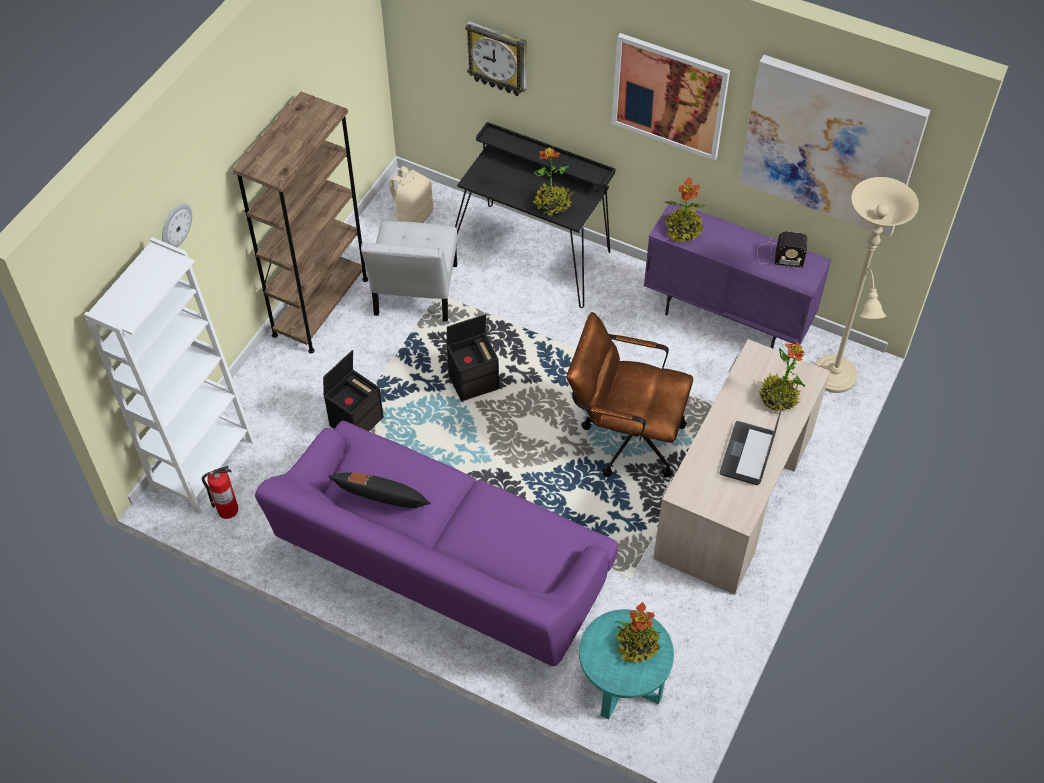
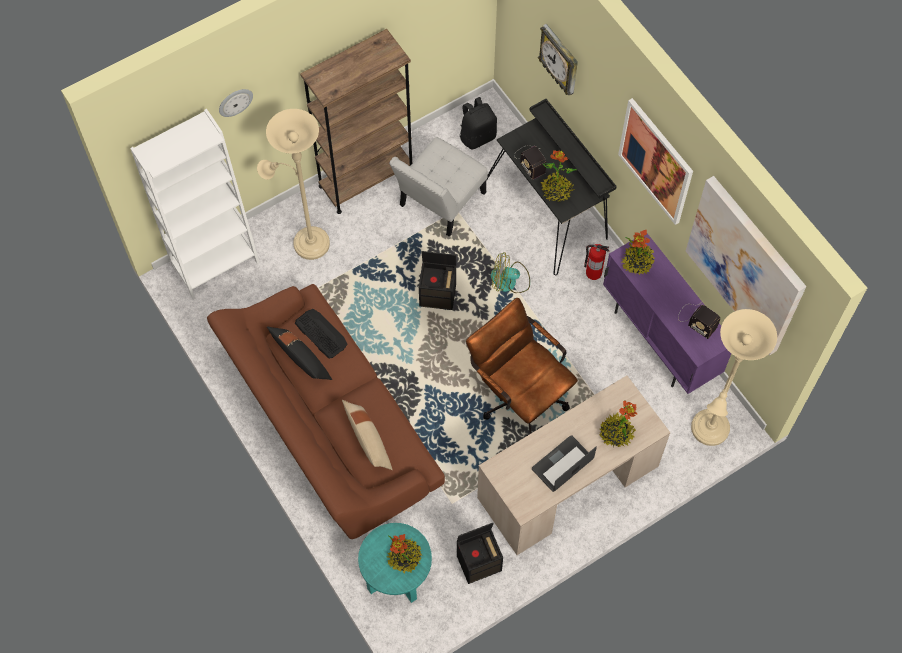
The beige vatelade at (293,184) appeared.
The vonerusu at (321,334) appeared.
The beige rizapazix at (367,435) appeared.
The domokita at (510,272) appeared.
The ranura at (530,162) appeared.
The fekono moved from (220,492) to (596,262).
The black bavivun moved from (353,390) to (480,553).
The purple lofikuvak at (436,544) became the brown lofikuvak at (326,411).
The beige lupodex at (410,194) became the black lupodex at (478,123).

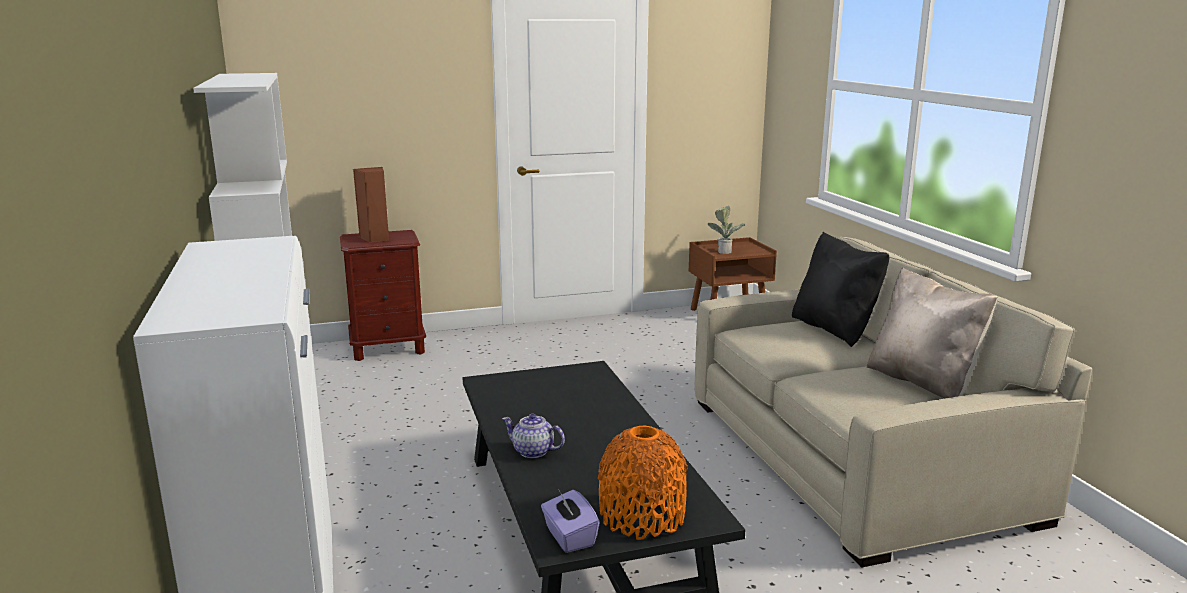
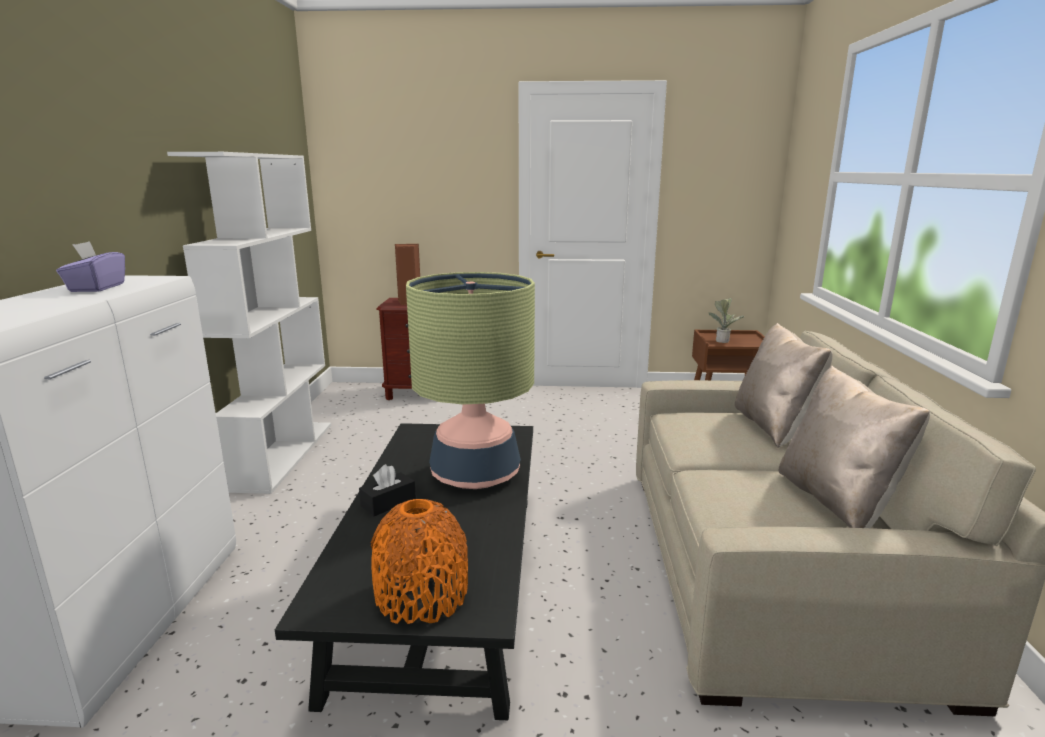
The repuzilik at (470,380) appeared.
The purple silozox moved from (570,521) to (90,266).
The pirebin at (533,435) was replaced by the black silozox at (387,490).
The black rizapazix at (840,289) became the beige rizapazix at (784,385).

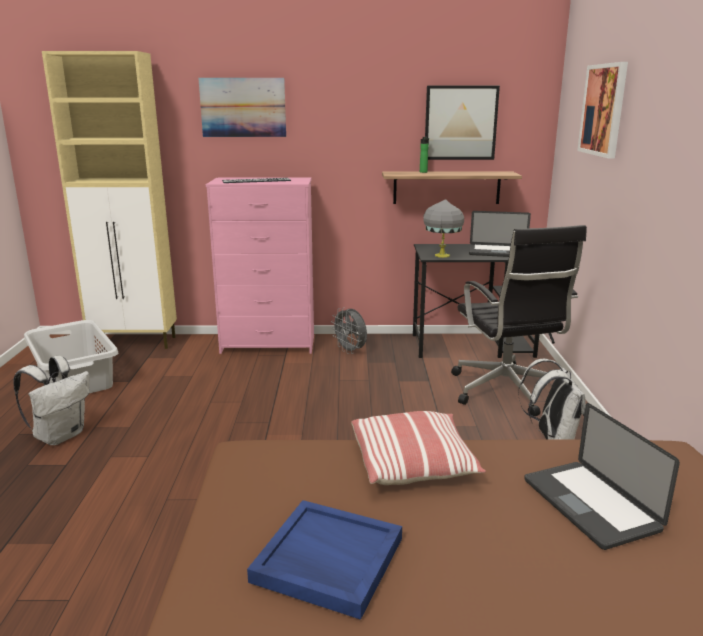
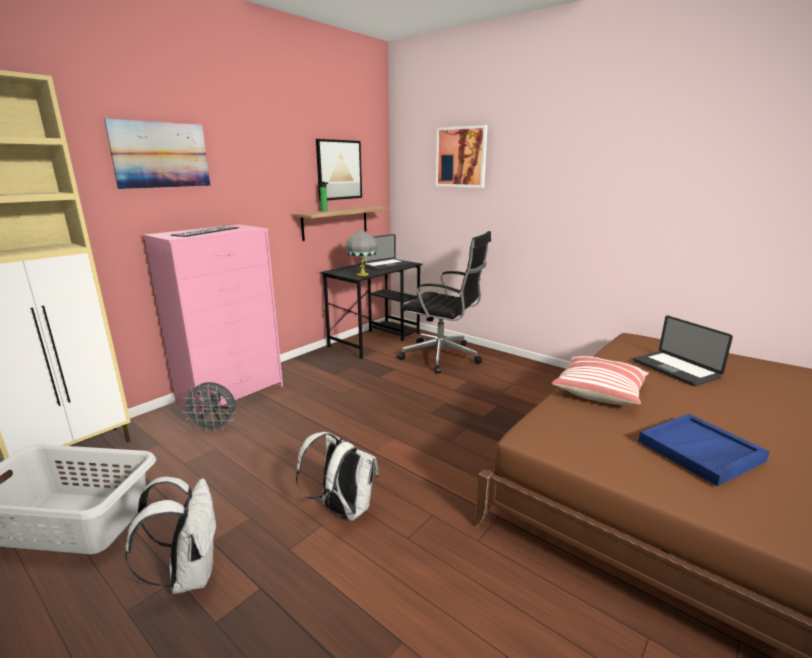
The grey domokita moved from (349,331) to (208,407).
The white lupodex moved from (552,399) to (337,476).
The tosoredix at (602,476) turned 45 degrees clockwise.

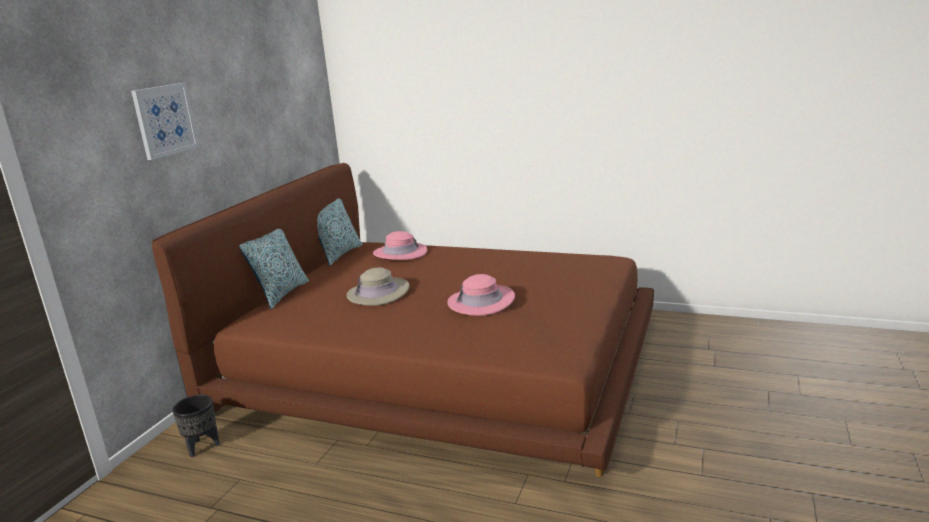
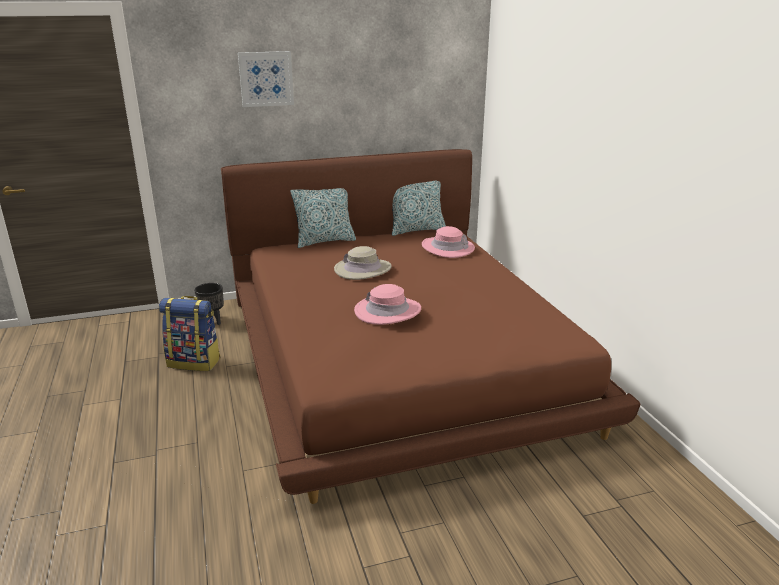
The lupodex at (190,333) appeared.

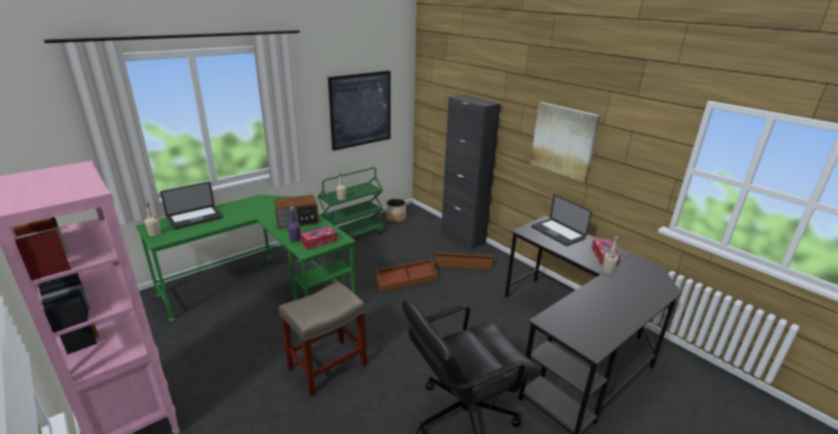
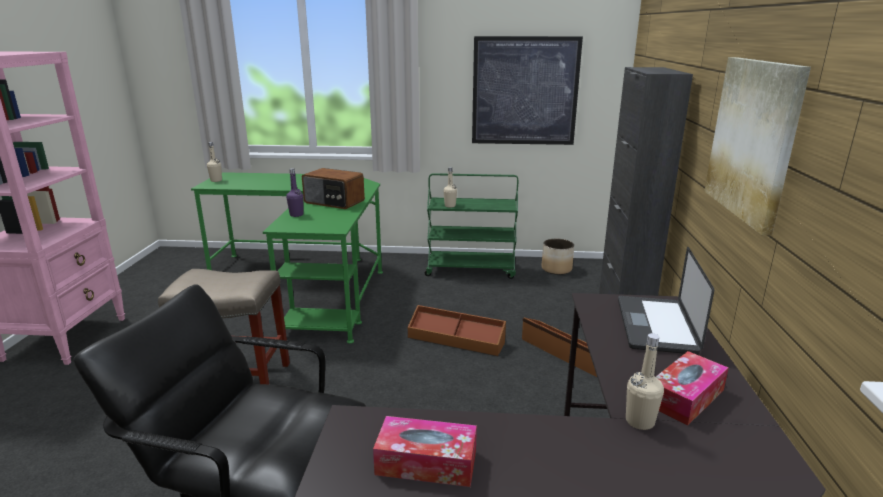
The tosoredix at (191,206) disappeared.
The silozox moved from (319,238) to (425,451).

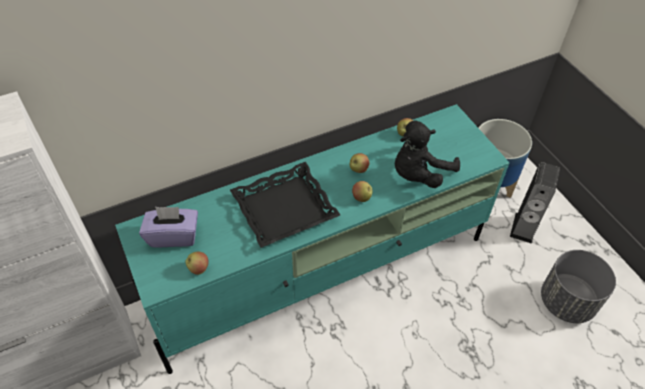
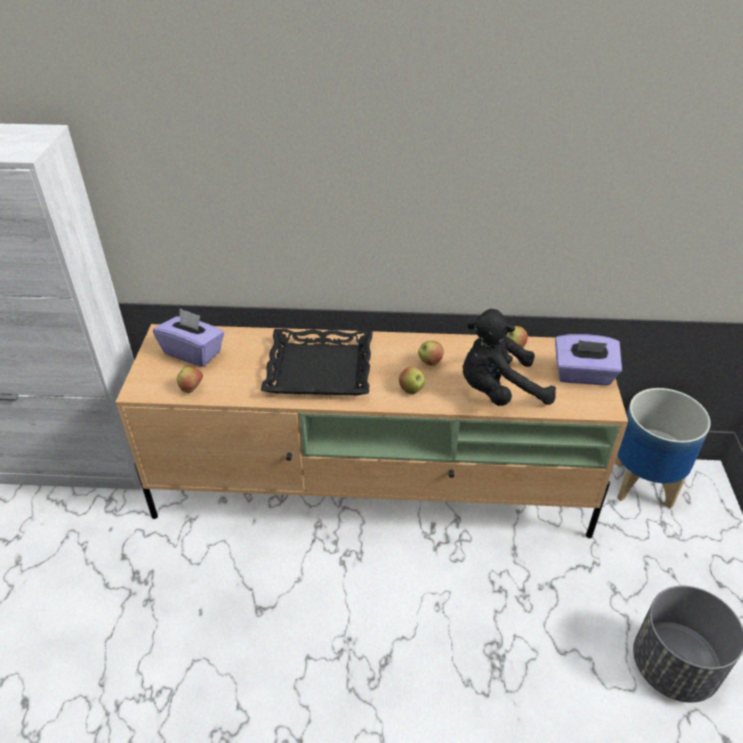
The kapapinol at (535,203) disappeared.
The purple silozox at (588,359) appeared.
The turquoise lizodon at (312,239) became the beige lizodon at (371,431).

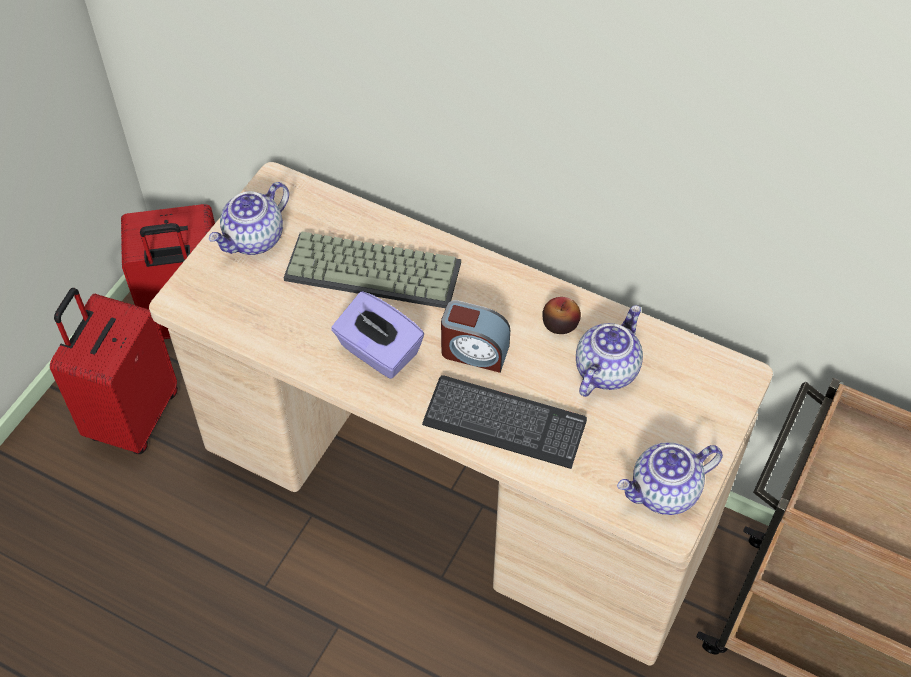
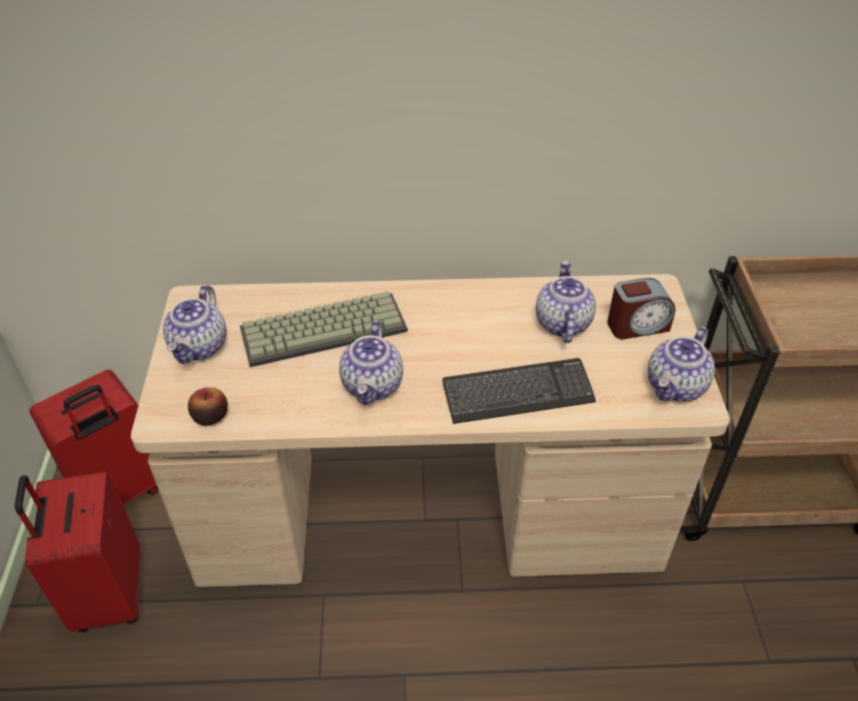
The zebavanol moved from (475,336) to (641,308).
The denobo moved from (561,315) to (208,406).
The purple silozox at (377,335) was replaced by the pirebin at (371,363).

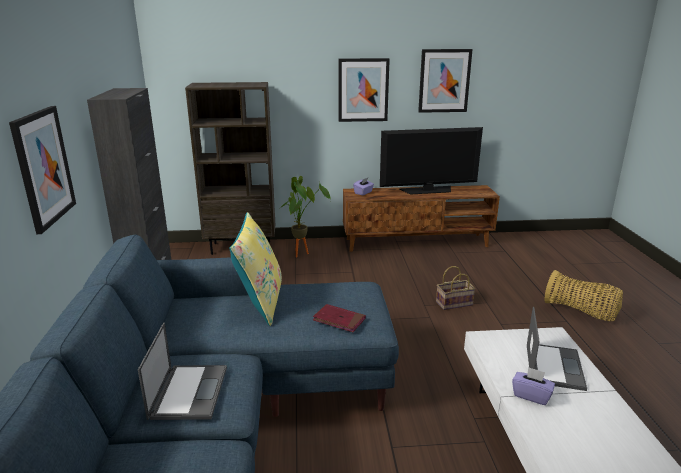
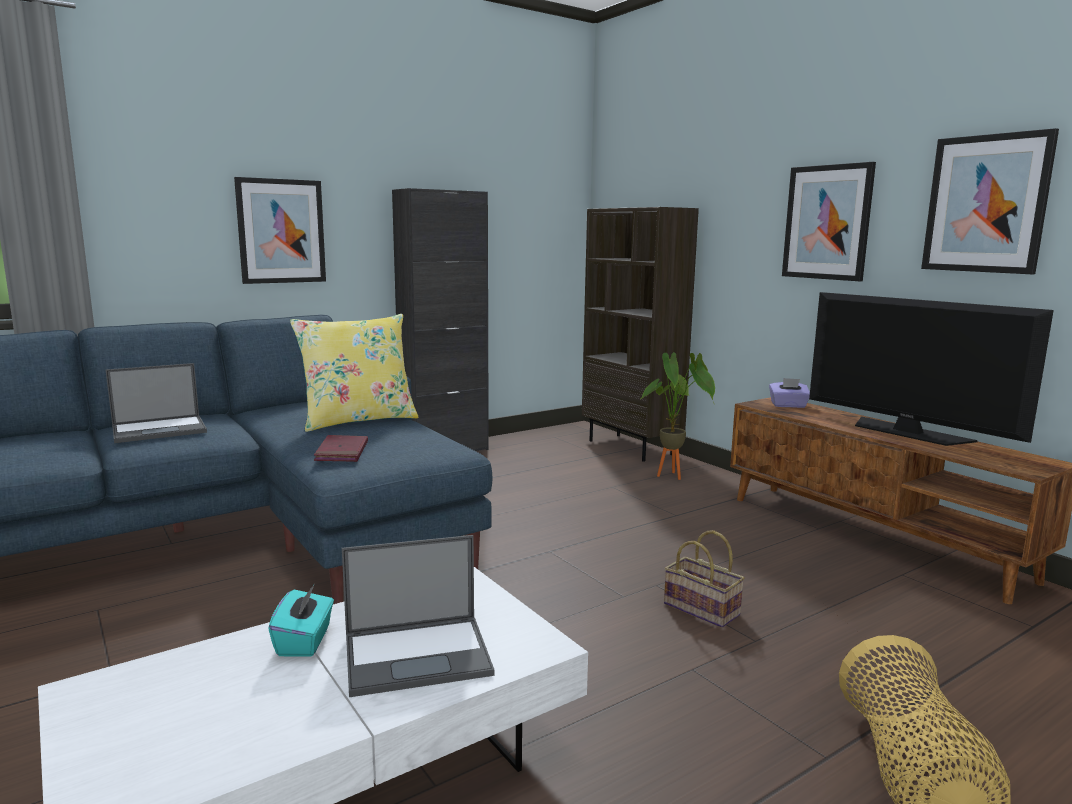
The purple silozox at (533,386) became the turquoise silozox at (301,620).

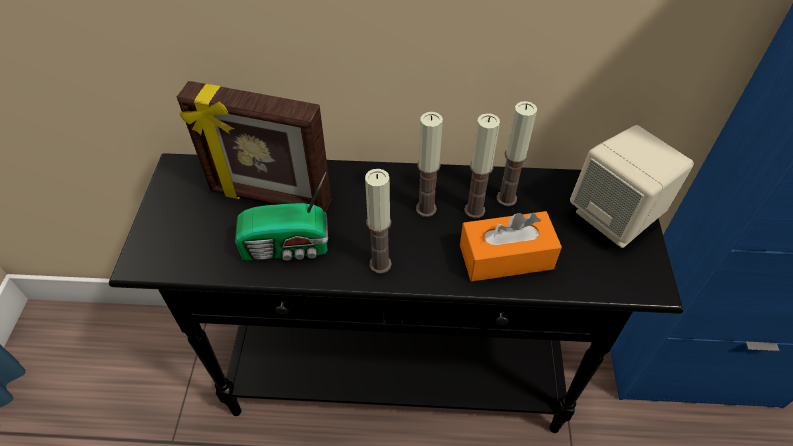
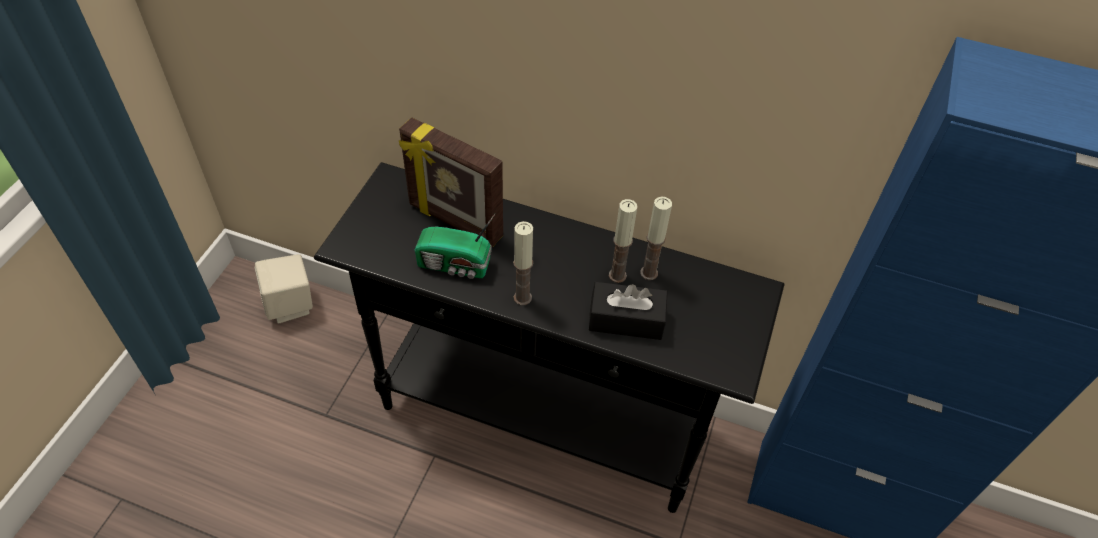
The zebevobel at (429,164) disappeared.
The beige kapapinol moved from (632,186) to (283,289).
The orange silozox at (511,246) became the black silozox at (628,311).

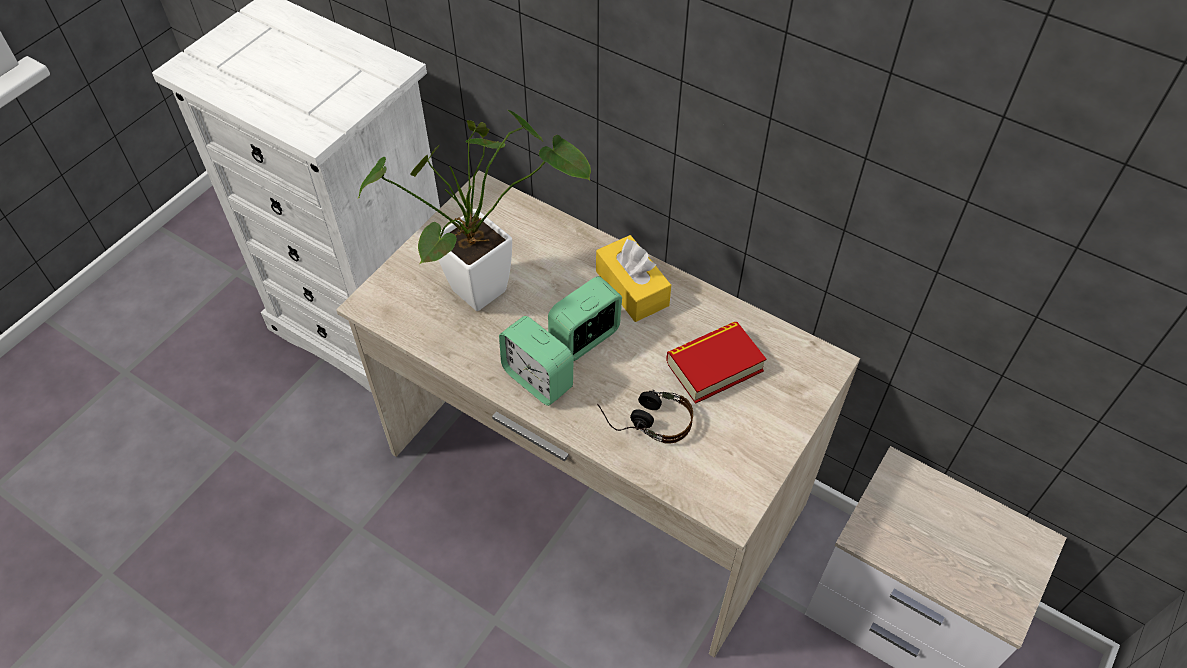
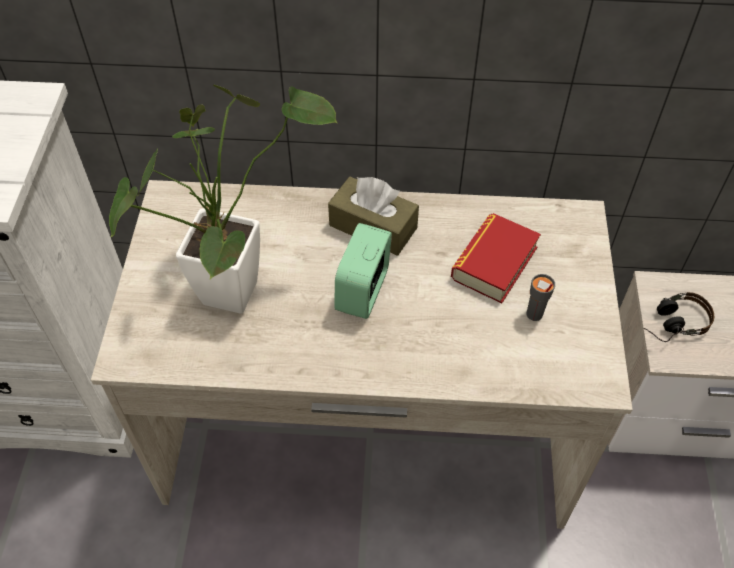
The zebavanol at (536,361) disappeared.
The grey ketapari at (541,297) appeared.
The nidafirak moved from (645,417) to (678,317).
The yellow silozox at (633,278) became the brown silozox at (373,216).

